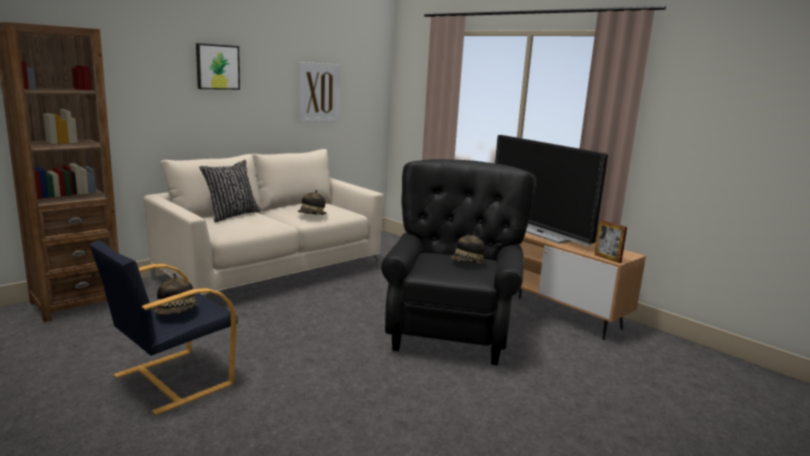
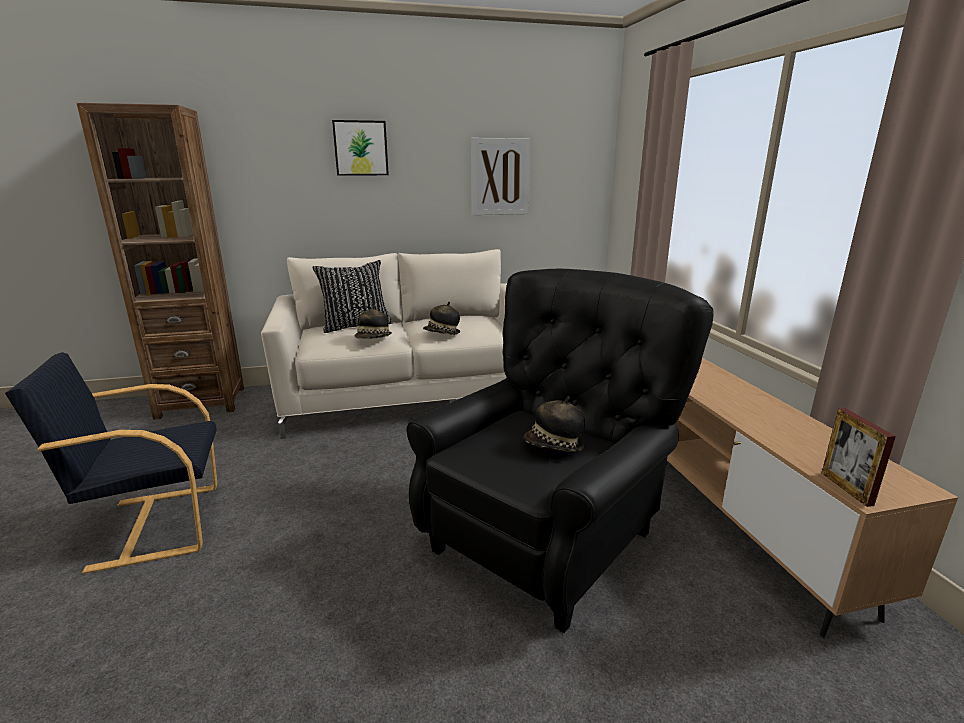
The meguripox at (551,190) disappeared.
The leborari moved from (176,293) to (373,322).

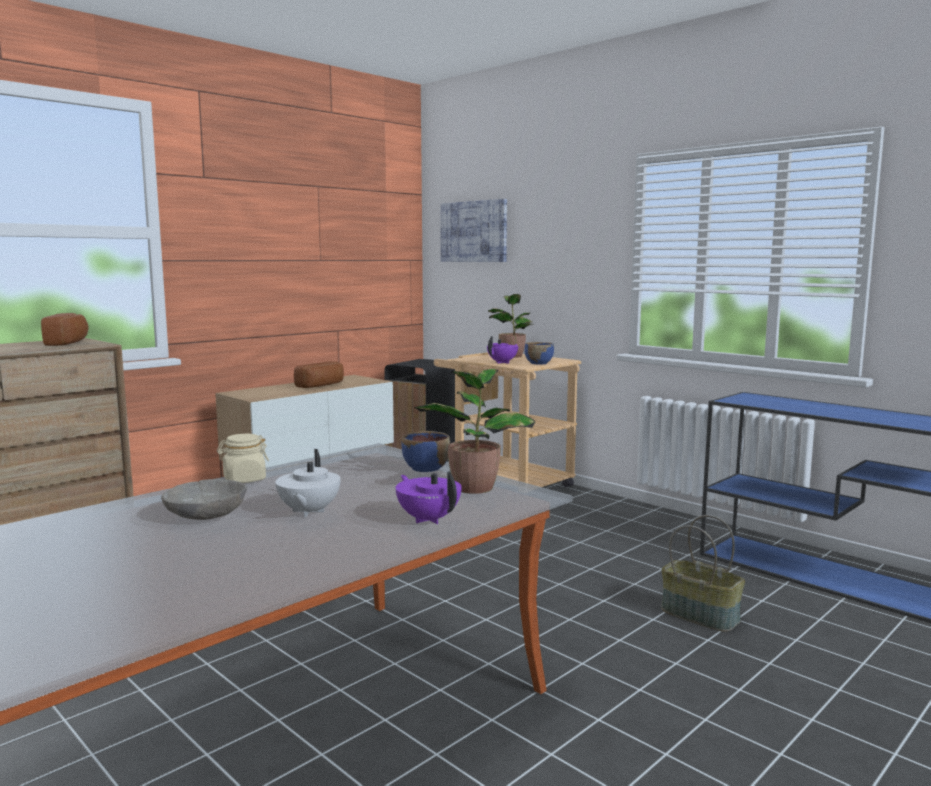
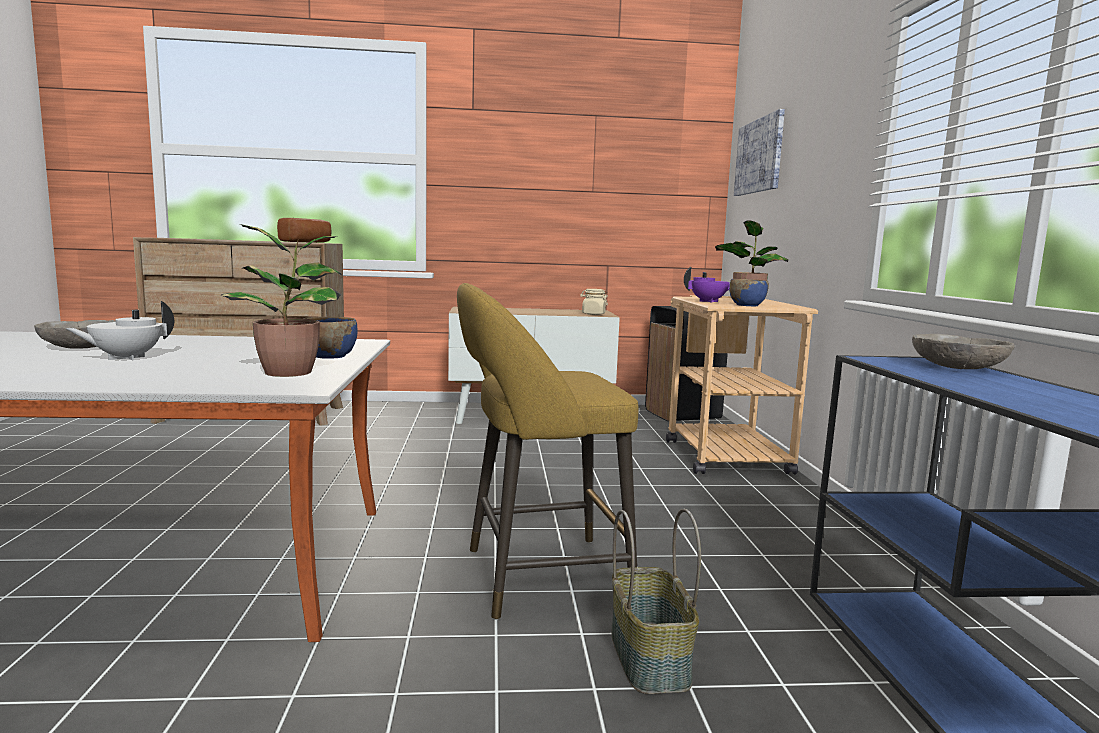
The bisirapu at (319,374) disappeared.
The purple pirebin at (429,497) disappeared.
The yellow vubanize at (548,451) appeared.
The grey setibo at (963,351) appeared.
The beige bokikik moved from (243,458) to (594,302).

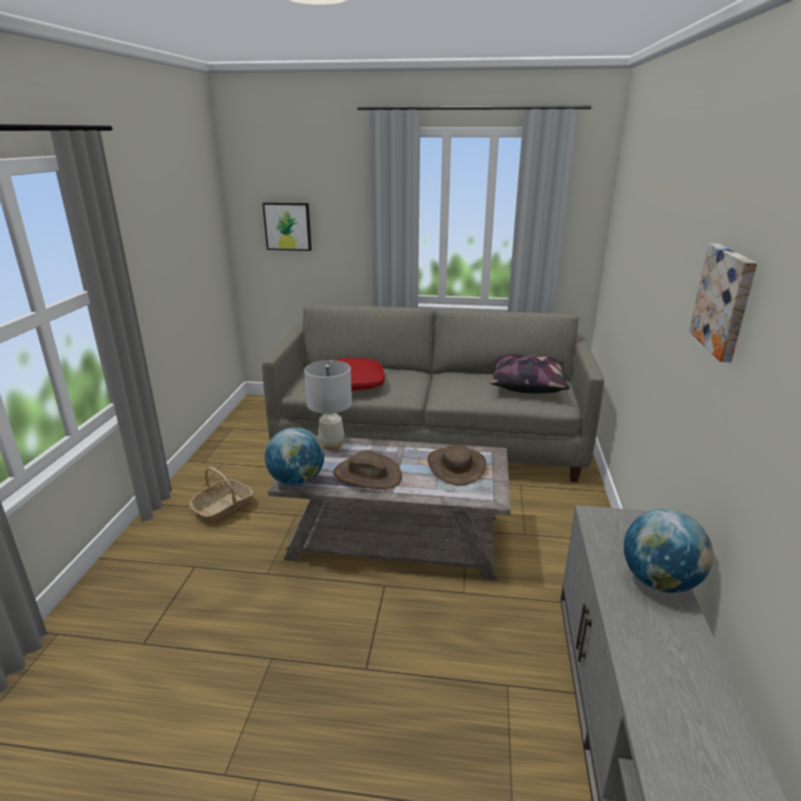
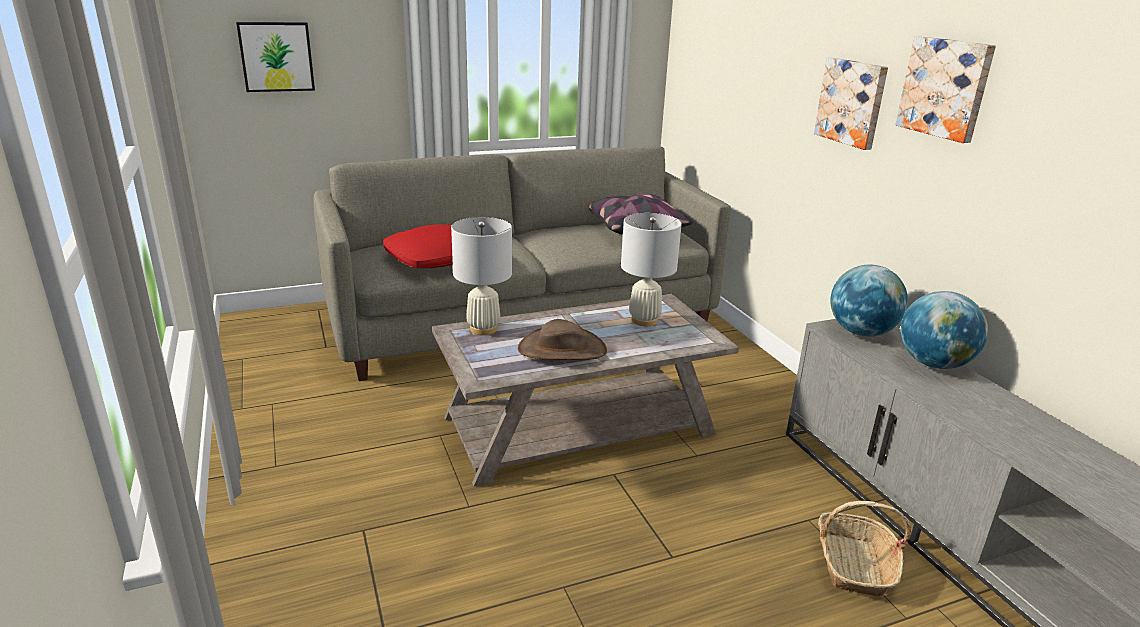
The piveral at (851,104) appeared.
The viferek moved from (221,495) to (864,548).
The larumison moved from (294,456) to (869,300).
The brown leborari at (457,465) was replaced by the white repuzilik at (651,269).

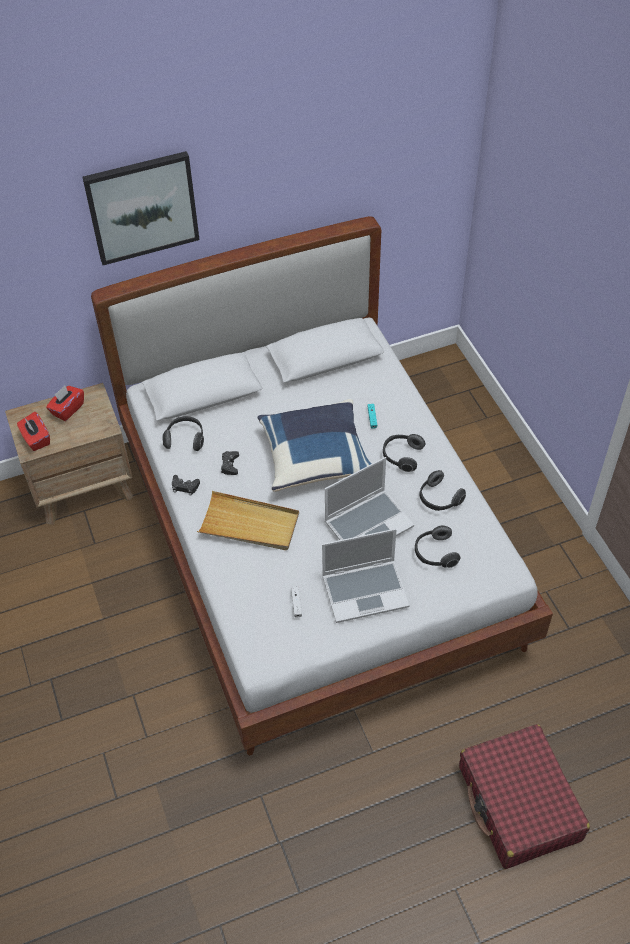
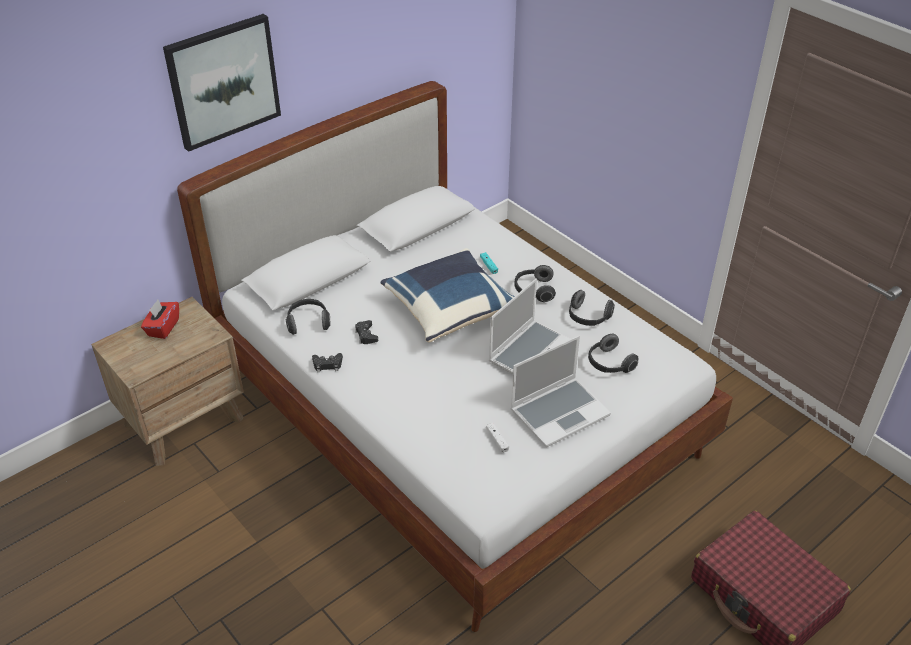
The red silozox at (33,431) disappeared.
The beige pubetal at (248,520) disappeared.

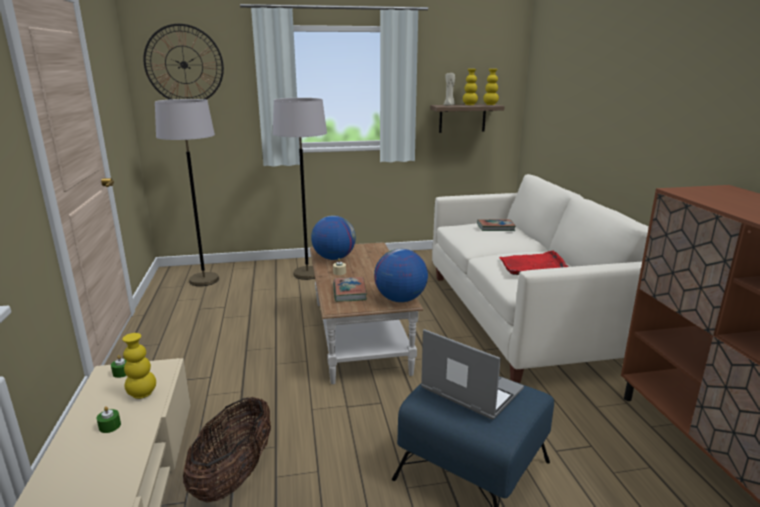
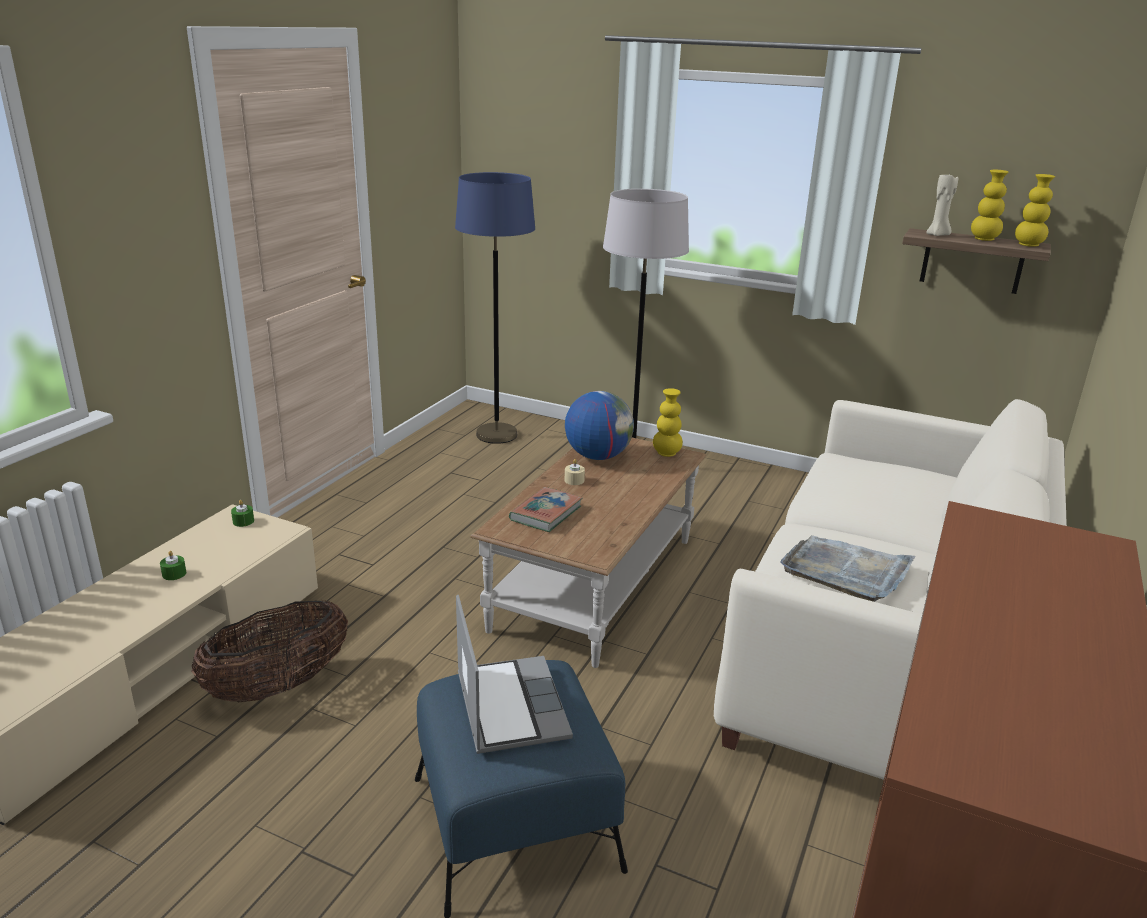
The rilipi at (183,62) disappeared.
The larumison at (401,275) disappeared.
The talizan at (496,225) disappeared.
The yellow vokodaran moved from (139,366) to (668,422).
The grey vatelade at (187,192) became the blue vatelade at (495,308).
The red pubetal at (533,262) became the grey pubetal at (847,568).

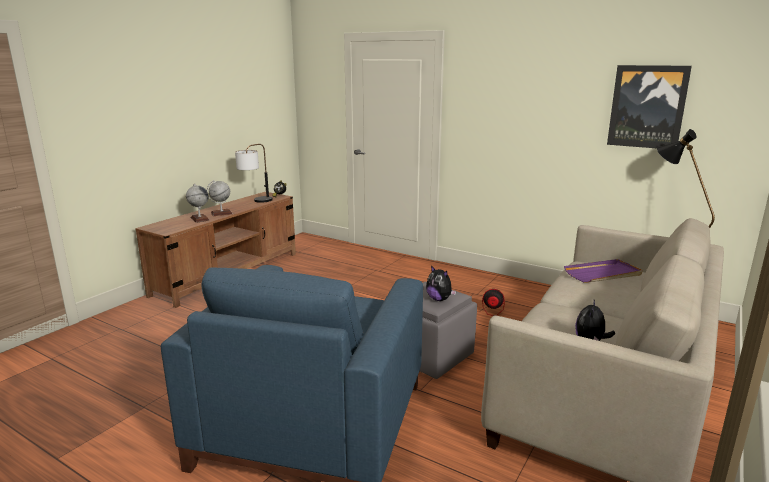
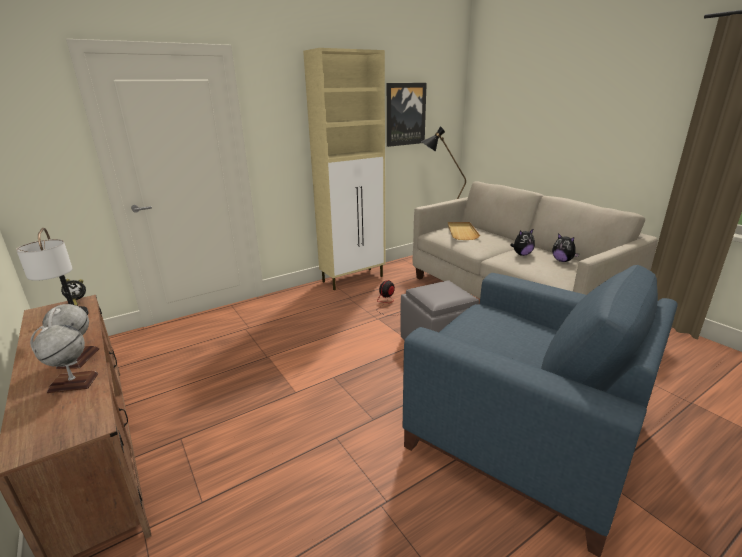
The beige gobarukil at (344,169) appeared.
The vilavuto moved from (441,283) to (523,242).
The purple pubetal at (603,271) became the beige pubetal at (464,231).

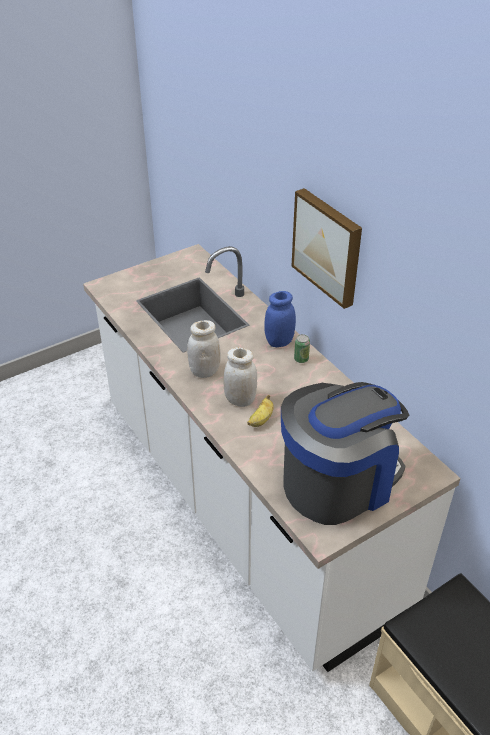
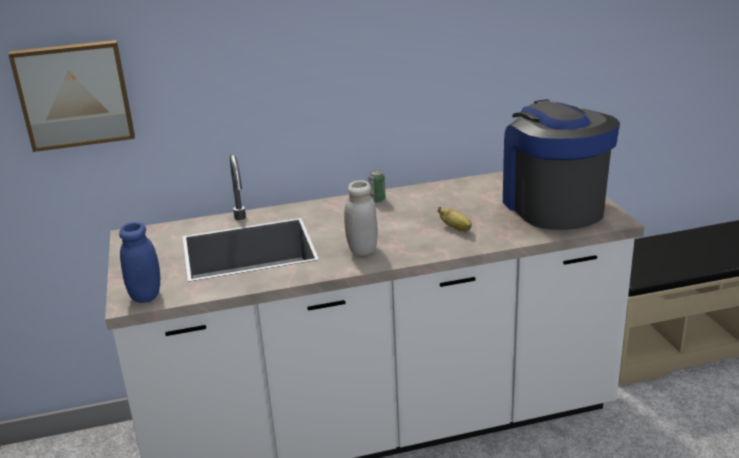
The white bokikik at (240,377) disappeared.
The blue bokikik moved from (280,319) to (139,262).
The piveral moved from (326,248) to (71,96).

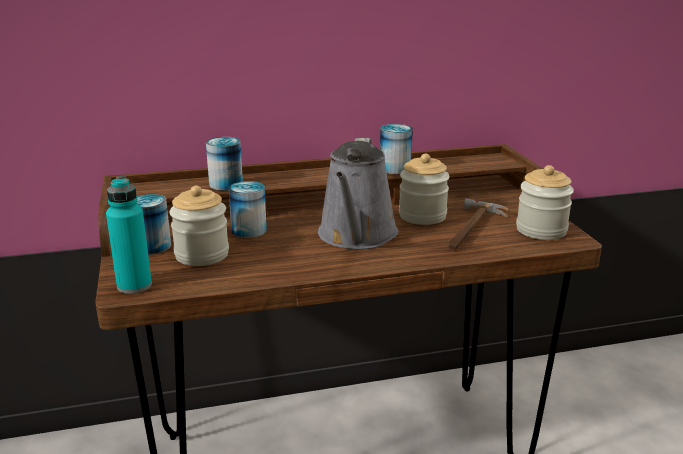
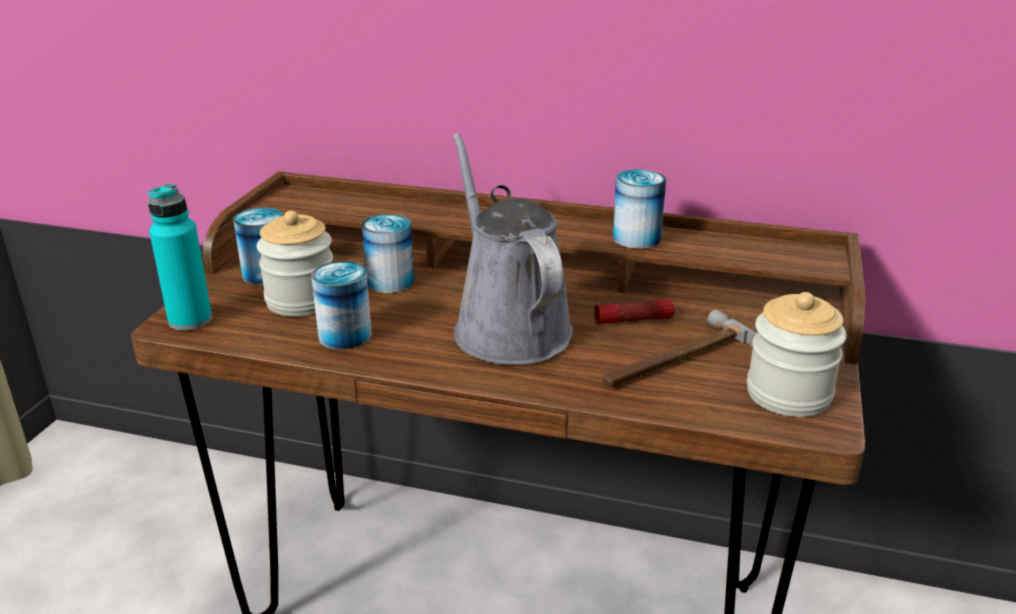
The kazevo moved from (224,164) to (341,305).
The bokikik at (424,189) was replaced by the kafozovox at (634,311).
The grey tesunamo at (358,193) turned 120 degrees clockwise.

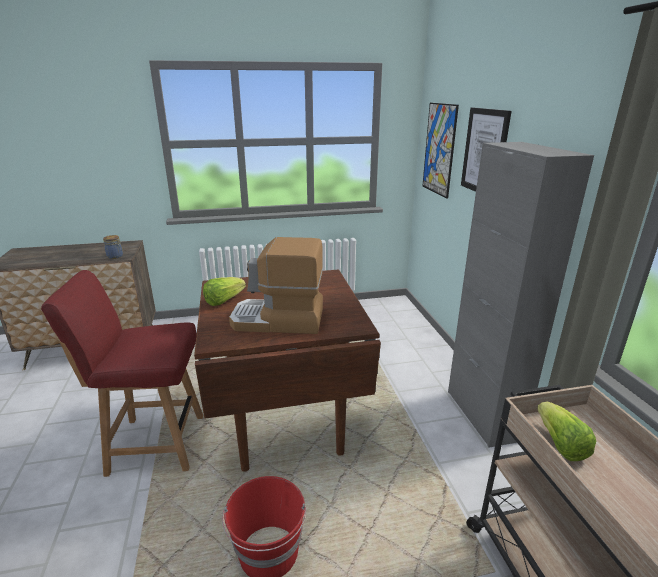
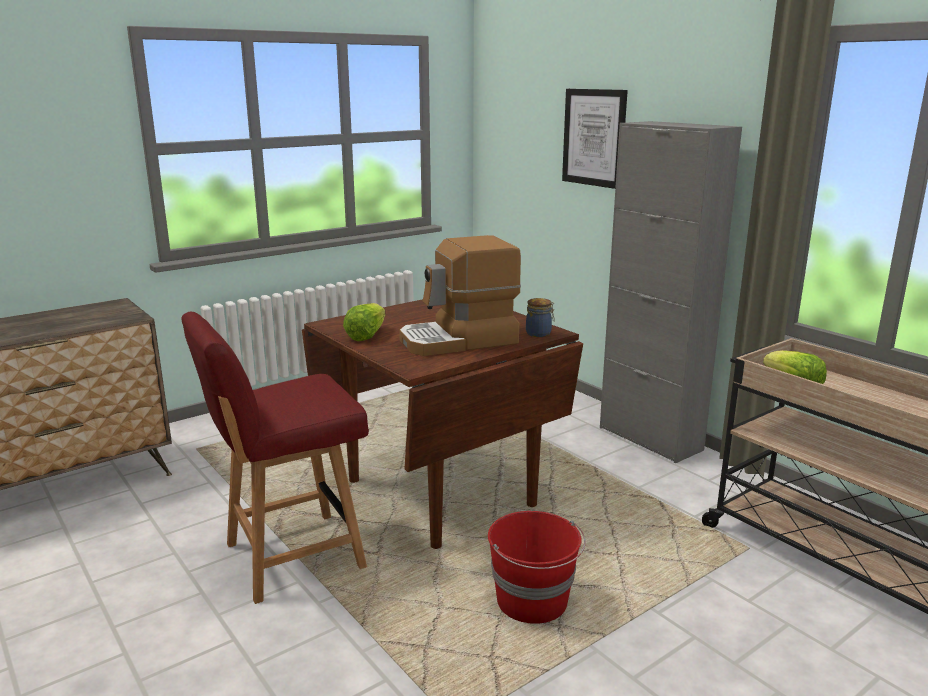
The piveral at (440,150) disappeared.
The bokikik moved from (113,247) to (540,317).

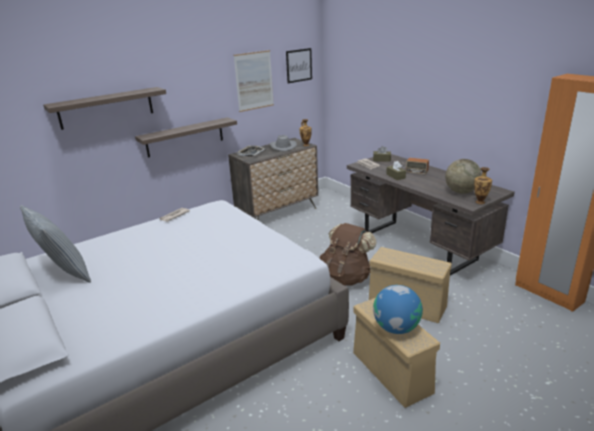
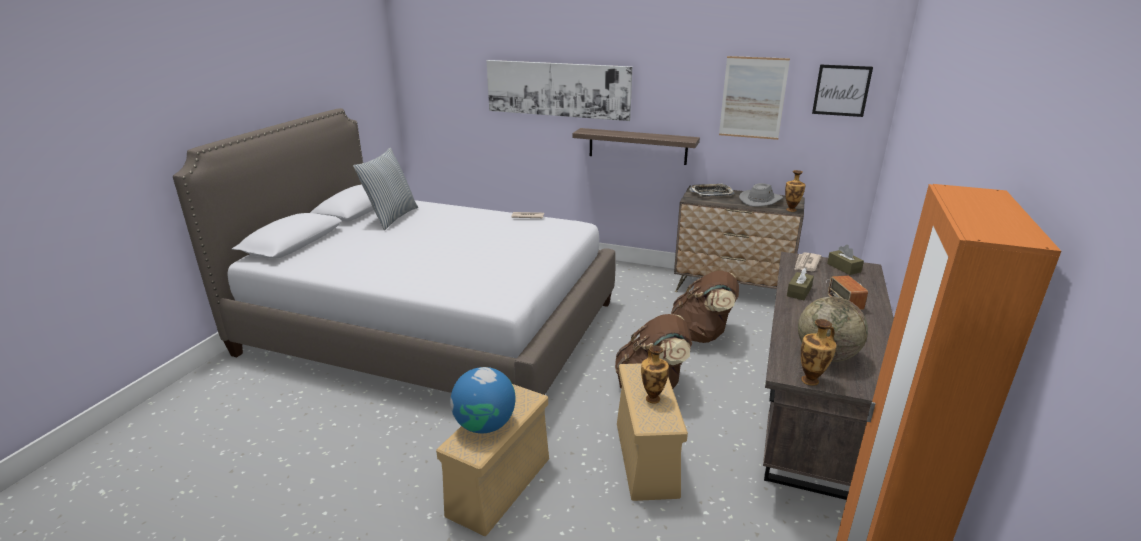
The vokodaran at (655,375) appeared.
The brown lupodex at (705,307) appeared.
The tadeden at (104,108) was replaced by the piveral at (559,90).

